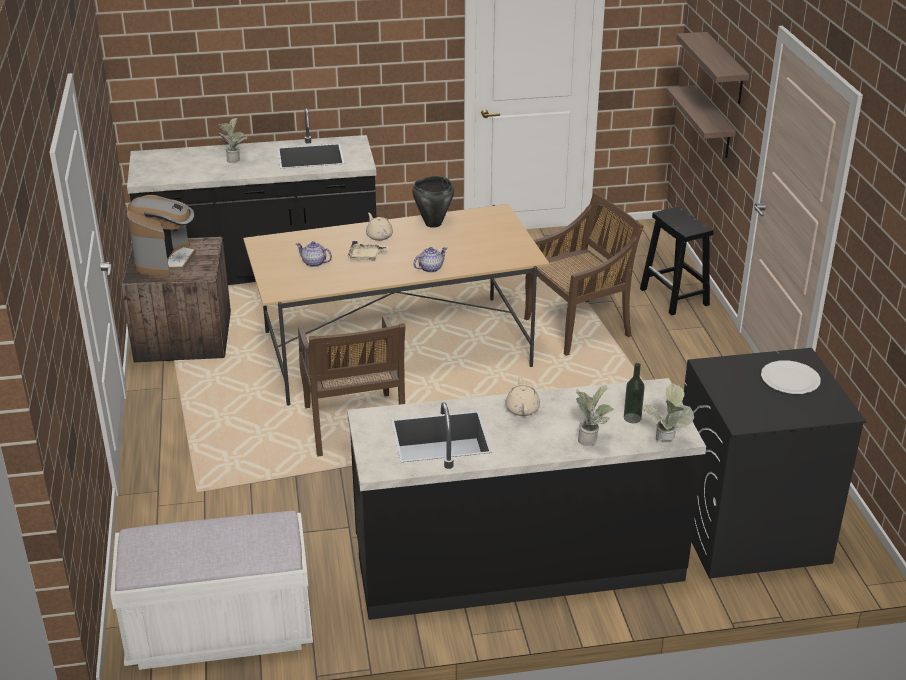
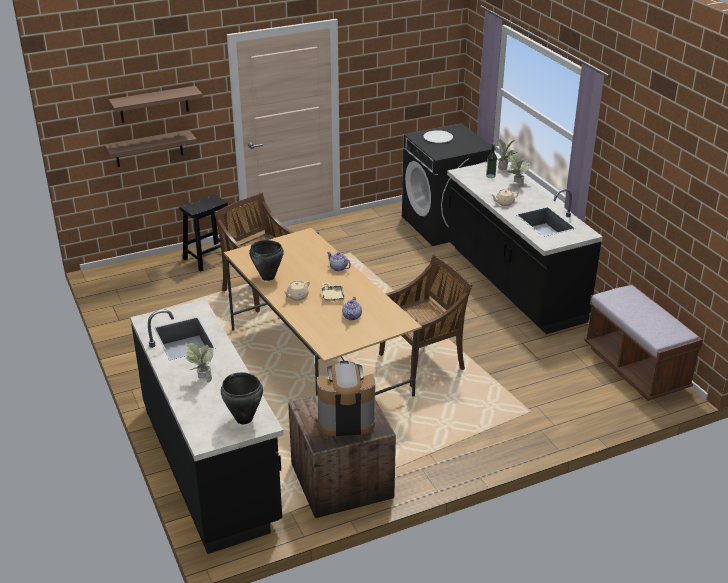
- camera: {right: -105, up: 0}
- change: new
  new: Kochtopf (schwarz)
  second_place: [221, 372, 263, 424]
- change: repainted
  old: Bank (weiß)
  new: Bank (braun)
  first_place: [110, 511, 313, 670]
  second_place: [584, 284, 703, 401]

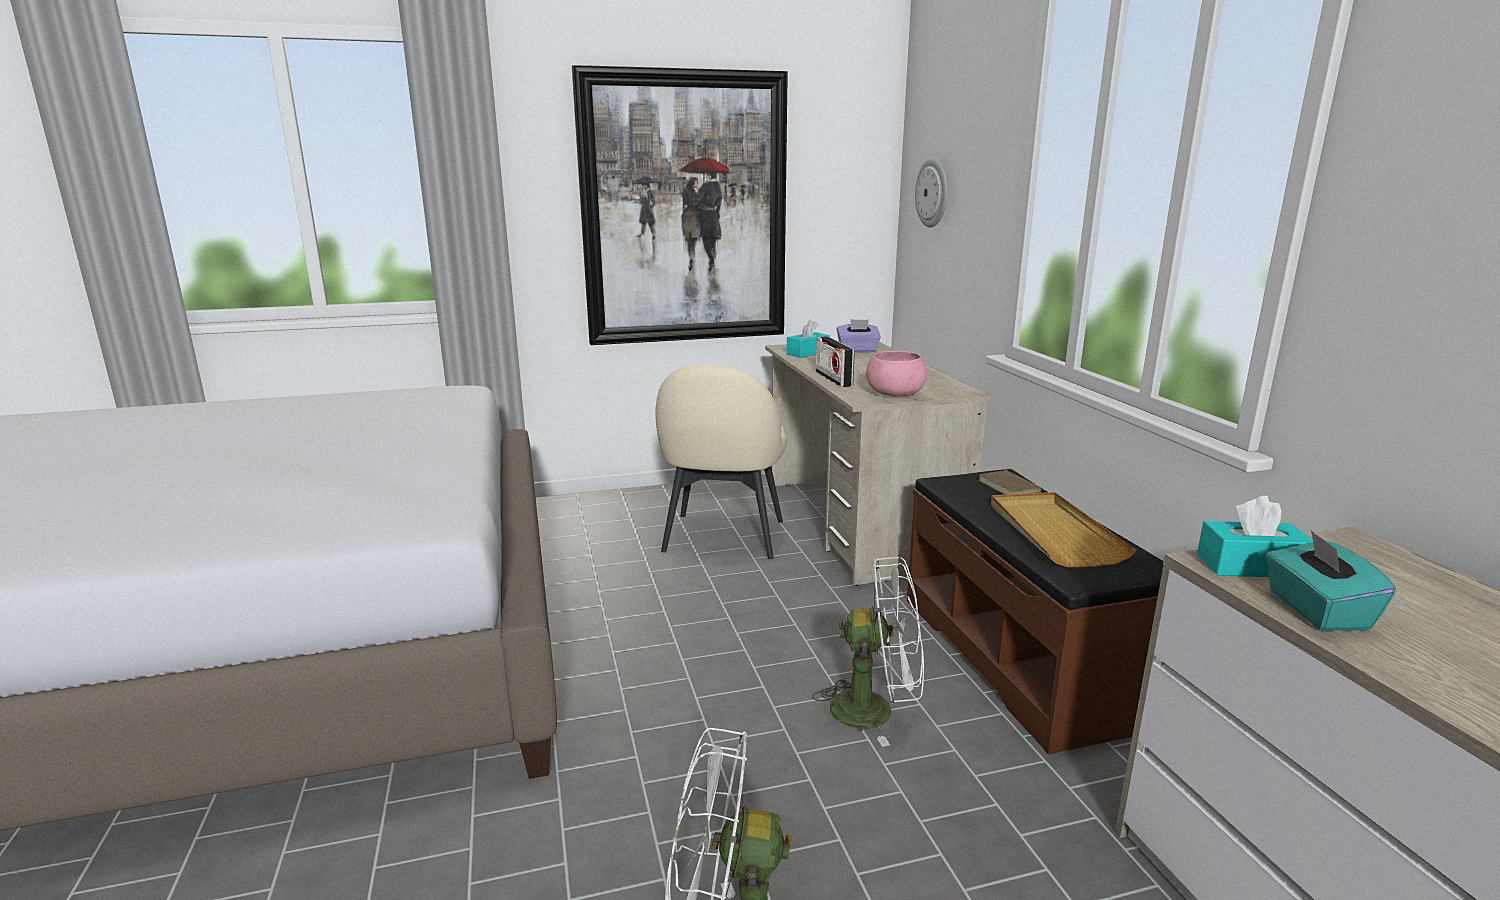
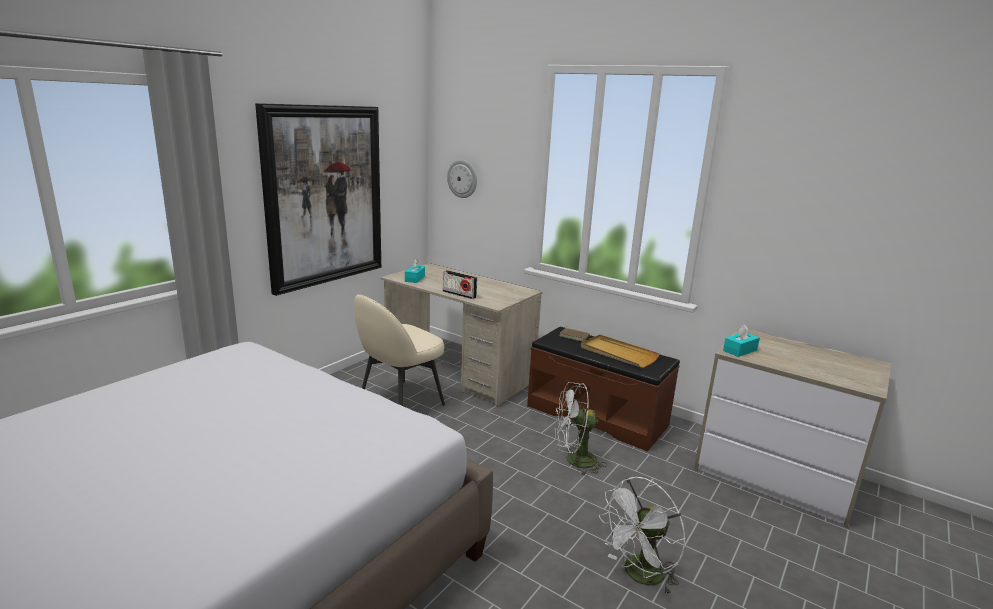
- camera: {right: -40, up: 0}
- change: rotated
  old: Stuhl (beige)
  first_place: [655, 365, 787, 559]
  second_place: [354, 294, 445, 406]
  degrees: 75
- change: rotated
  old: Ventilator (weiß)
  first_place: [812, 557, 924, 747]
  second_place: [554, 382, 607, 475]
  degrees: -150
- change: gone
  old: Taschentuchbox (lila)
  first_place: [837, 319, 881, 352]
- change: gone
  old: Schüssel (rosa)
  first_place: [866, 351, 927, 397]
- change: gone
  old: Taschentuchbox (türkis)
  first_place: [1266, 530, 1396, 631]

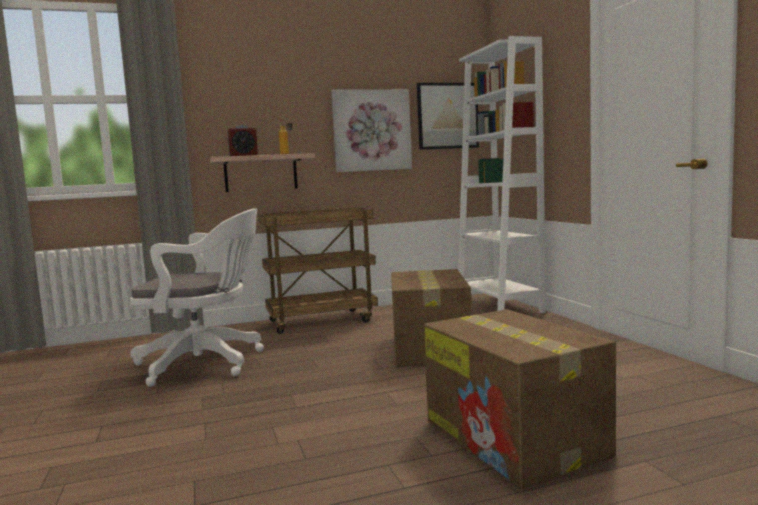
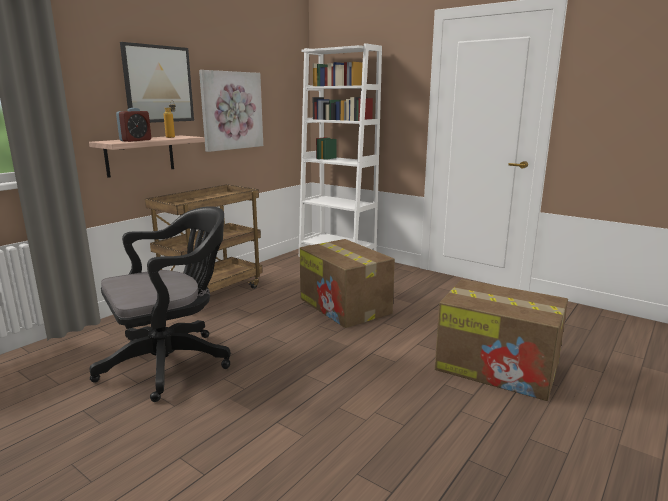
- camera: {right: -35, up: 10}
- change: repainted
  old: Bürostuhl (weiß)
  new: Bürostuhl (schwarz)
  first_place: [130, 209, 264, 387]
  second_place: [90, 206, 231, 402]
- change: shifted
  old: Bild
  first_place: [417, 83, 479, 150]
  second_place: [120, 42, 194, 123]

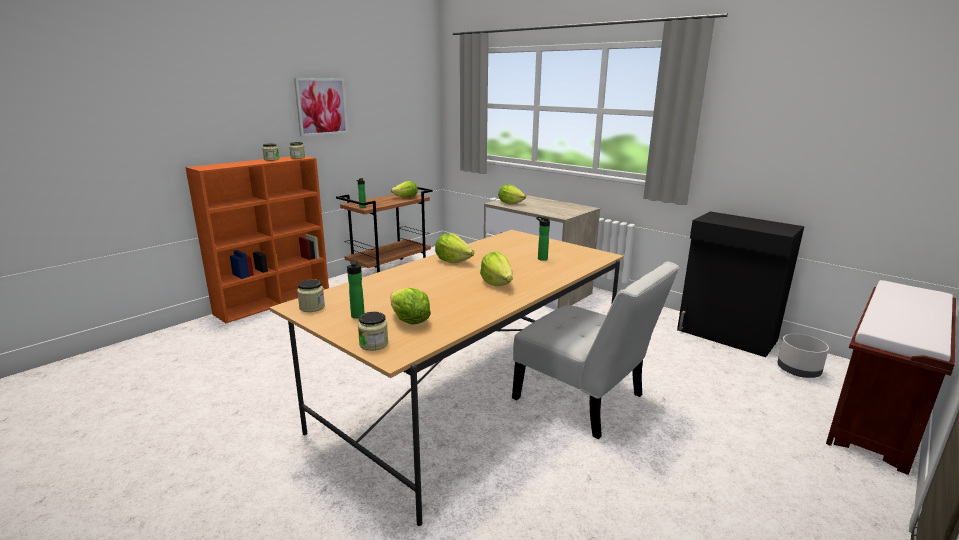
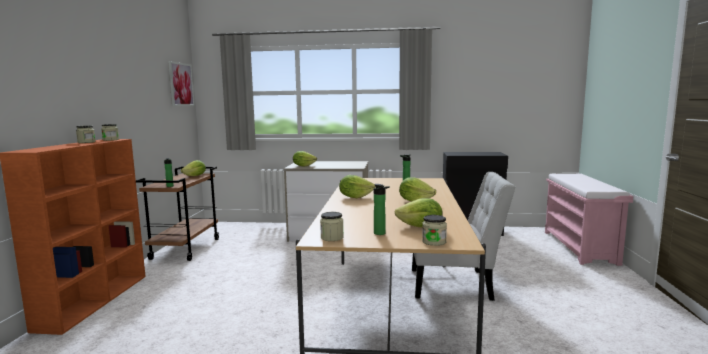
- camera: {right: -35, up: -10}
- change: shifted
  old: Bild
  first_place: [294, 78, 348, 137]
  second_place: [168, 61, 195, 106]
- change: repainted
  old: Bank (braun)
  new: Bank (rosa)
  first_place: [826, 280, 956, 475]
  second_place: [545, 174, 633, 266]
- change: gone
  old: Pflanzkübel (grau)
  first_place: [777, 334, 829, 378]

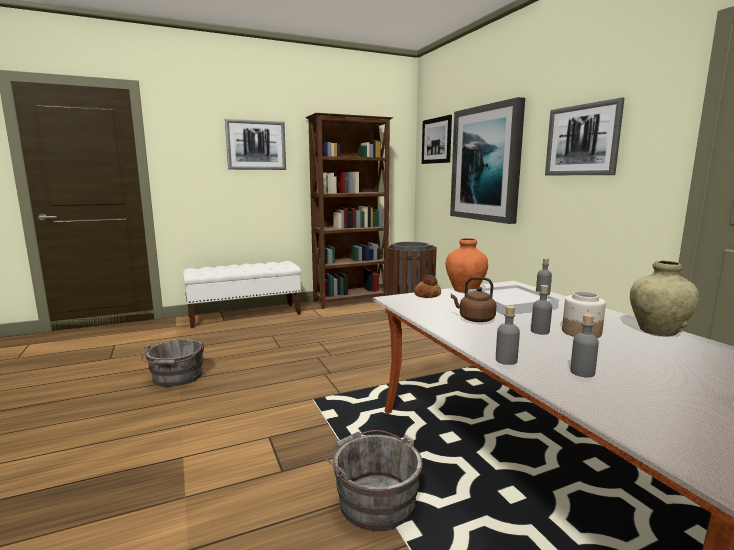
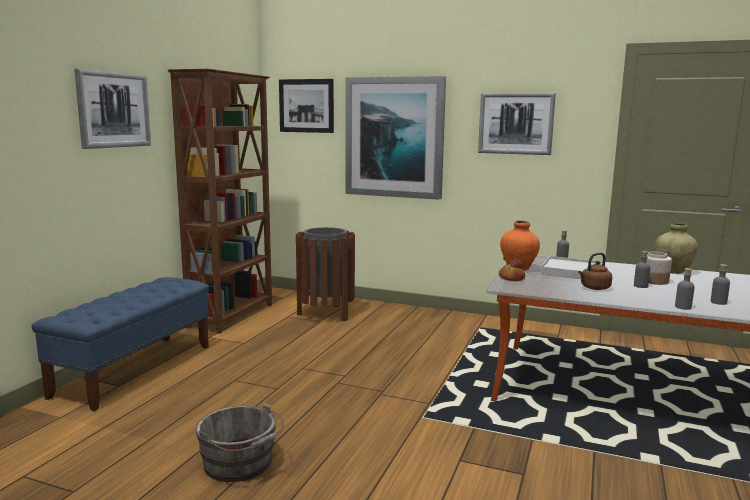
- camera: {right: -45, up: 0}
- change: repainted
  old: Bank (weiß)
  new: Bank (blau)
  first_place: [183, 261, 301, 328]
  second_place: [32, 277, 209, 411]
- change: gone
  old: Eimer (grau)
  first_place: [325, 430, 423, 531]

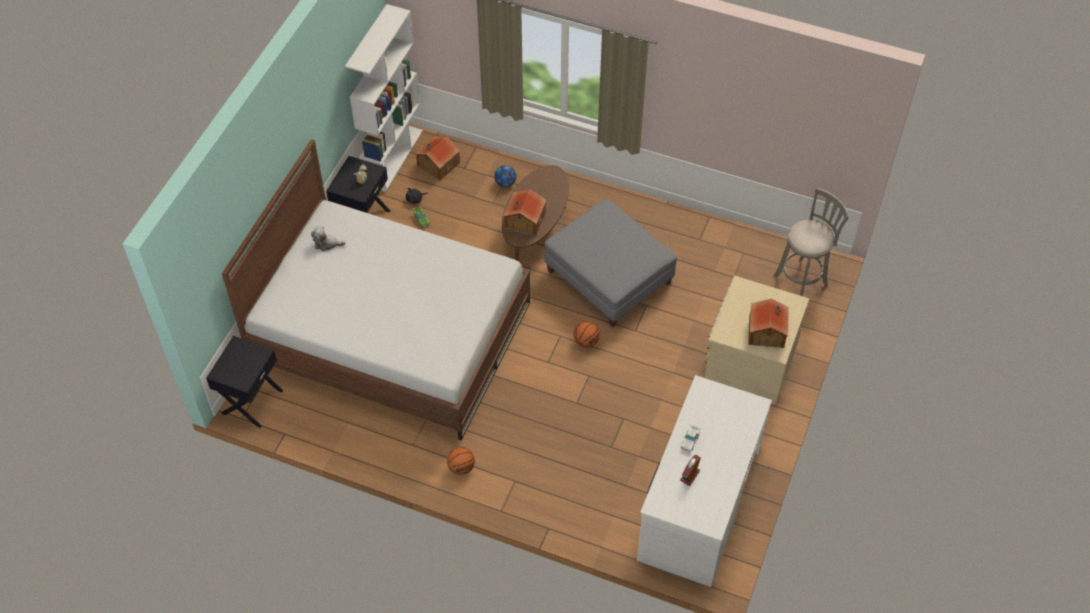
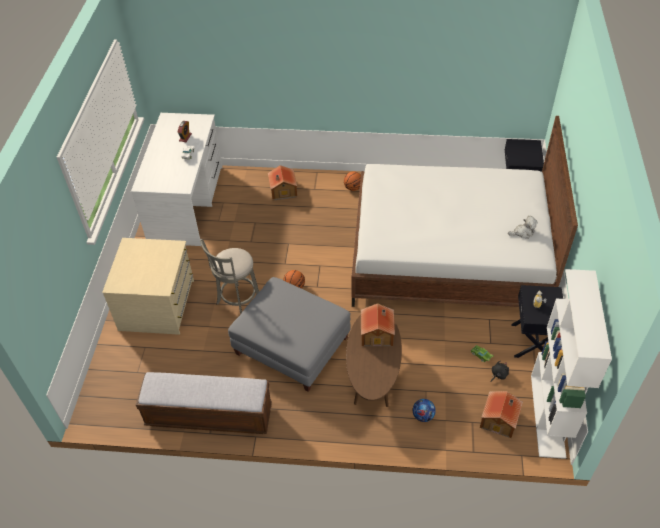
- camera: {right: 165, up: -5}
- change: new
  new: Bank
  second_place: [136, 372, 272, 434]
- change: shifted
  old: Hocker (grau)
  first_place: [773, 188, 849, 296]
  second_place: [200, 239, 259, 315]
- change: shifted
  old: Spielzeughaus
  first_place: [748, 299, 789, 348]
  second_place: [268, 165, 297, 201]

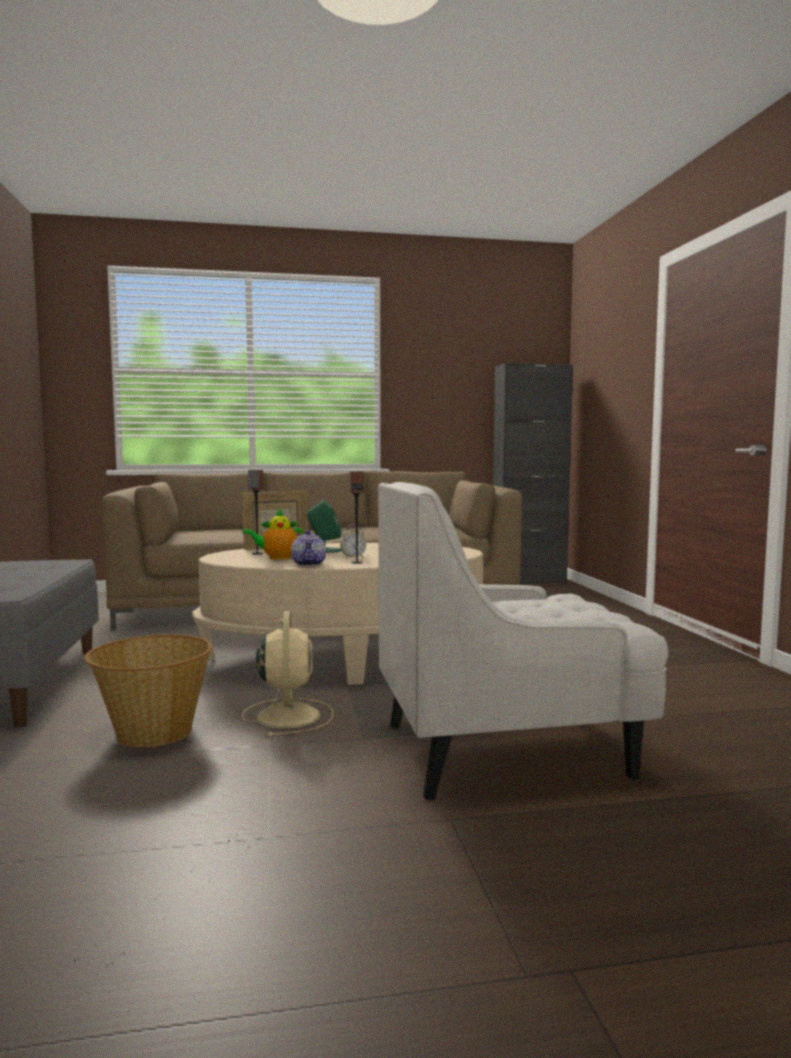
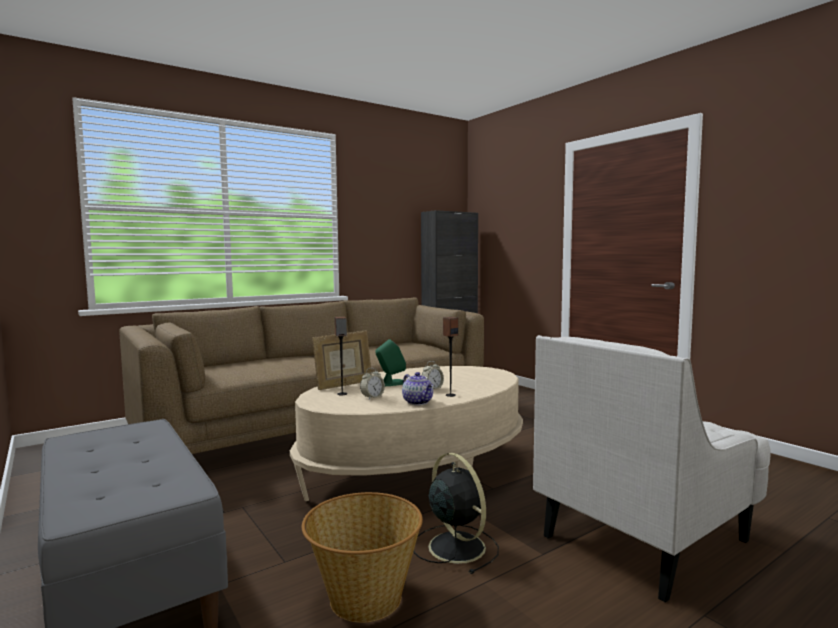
- camera: {right: -25, up: 0}
- change: swapped
  old: Teekanne
  new: Wecker
  first_place: [243, 509, 304, 560]
  second_place: [360, 368, 385, 399]
- change: repainted
  old: Ventilator (beige)
  new: Ventilator (schwarz)
  first_place: [242, 611, 333, 737]
  second_place: [413, 453, 499, 574]

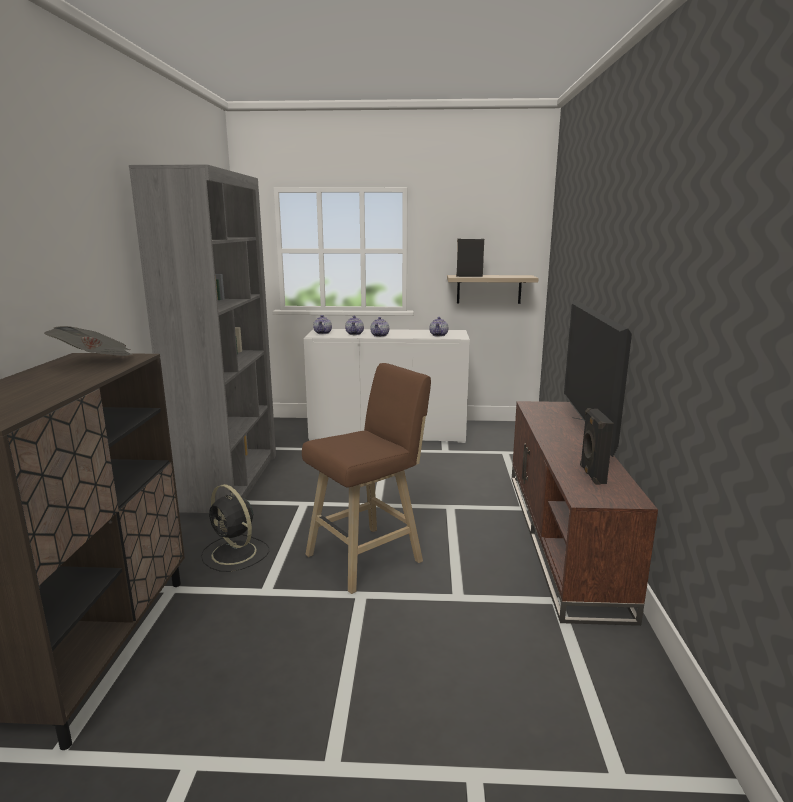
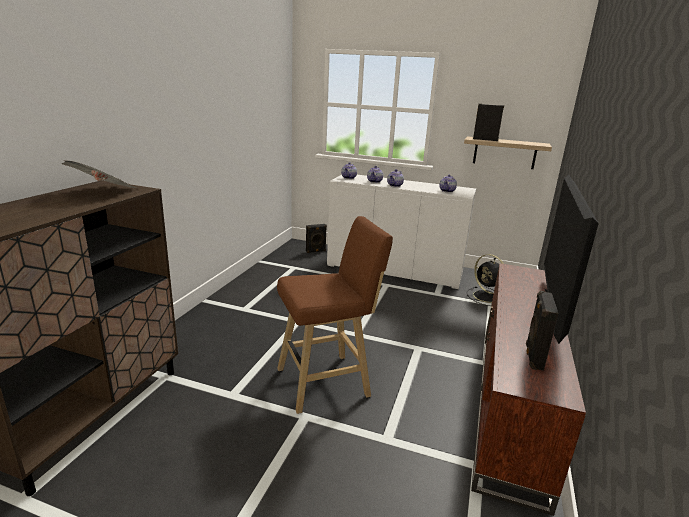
- camera: {right: 15, up: 5}
- change: new
  new: Lautsprecher (schwarz)
  second_place: [306, 224, 327, 253]
- change: shifted
  old: Ventilator (schwarz)
  first_place: [201, 484, 269, 572]
  second_place: [467, 254, 504, 306]
- change: gone
  old: Bücherregal (grau)
  first_place: [129, 164, 276, 513]

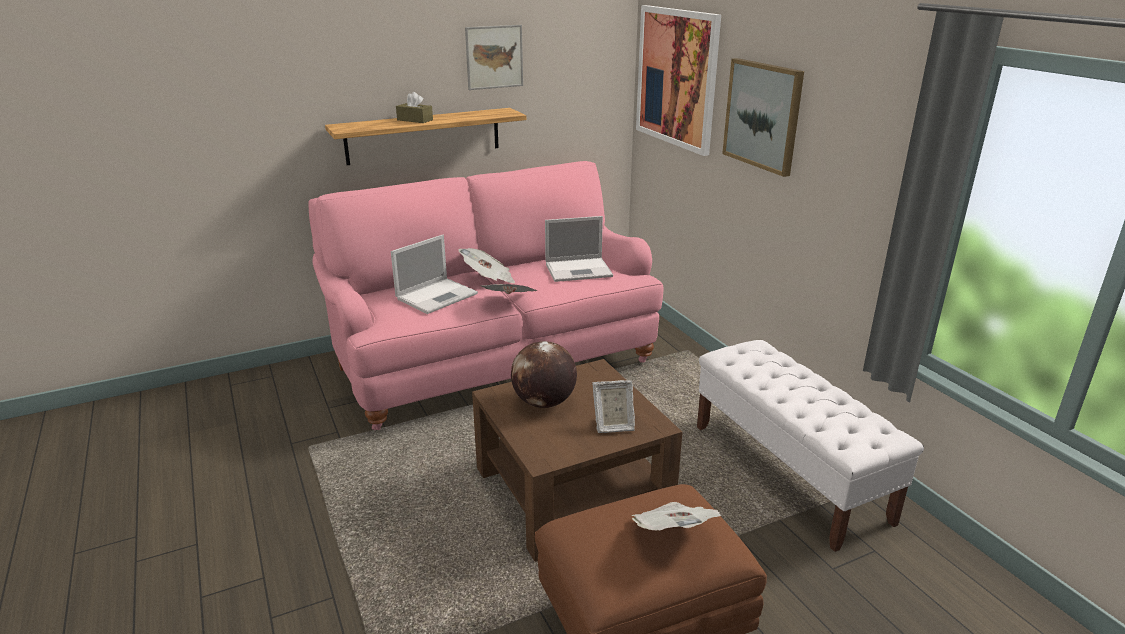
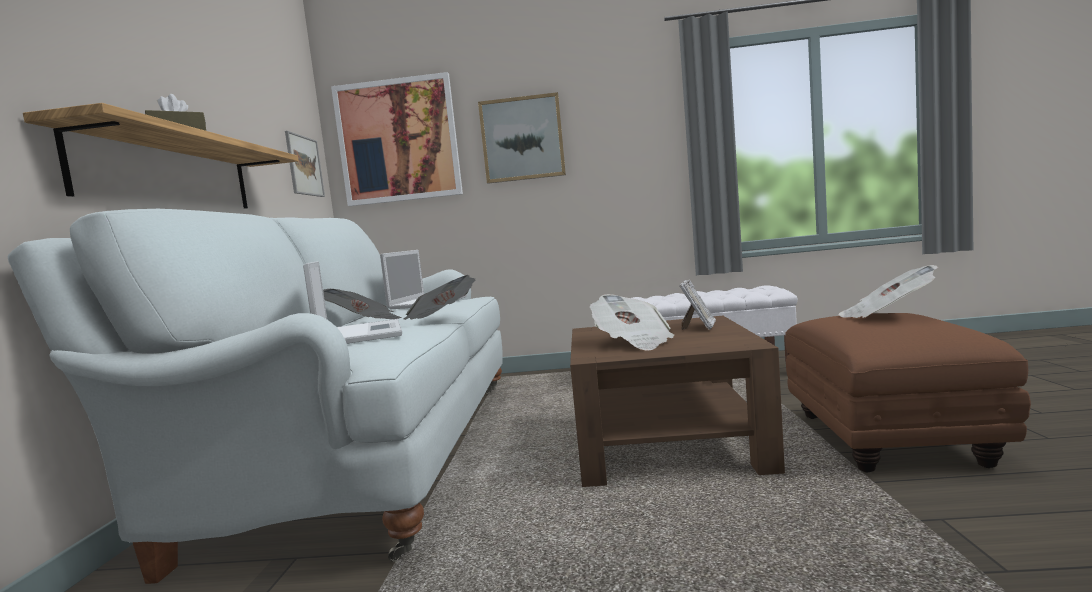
- camera: {right: -60, up: -20}
- change: repainted
  old: Sofa (rosa)
  new: Sofa (weiß)
  first_place: [308, 161, 663, 430]
  second_place: [7, 209, 503, 584]
- change: shifted
  old: Bild
  first_place: [465, 25, 523, 90]
  second_place: [285, 131, 325, 197]
- change: swapped
  old: Globus
  new: Zeitung
  first_place: [511, 341, 577, 408]
  second_place: [590, 294, 675, 351]

